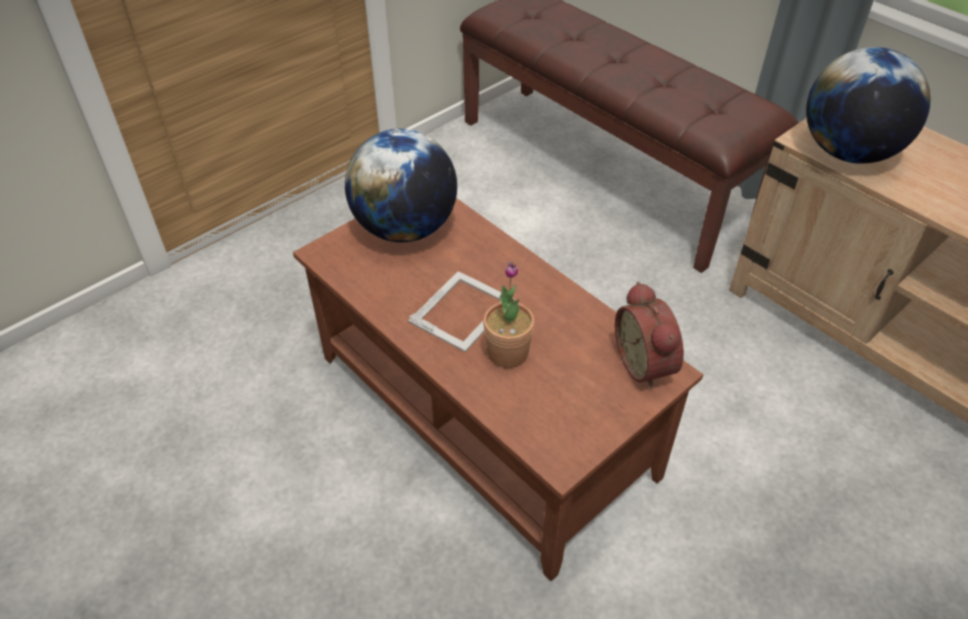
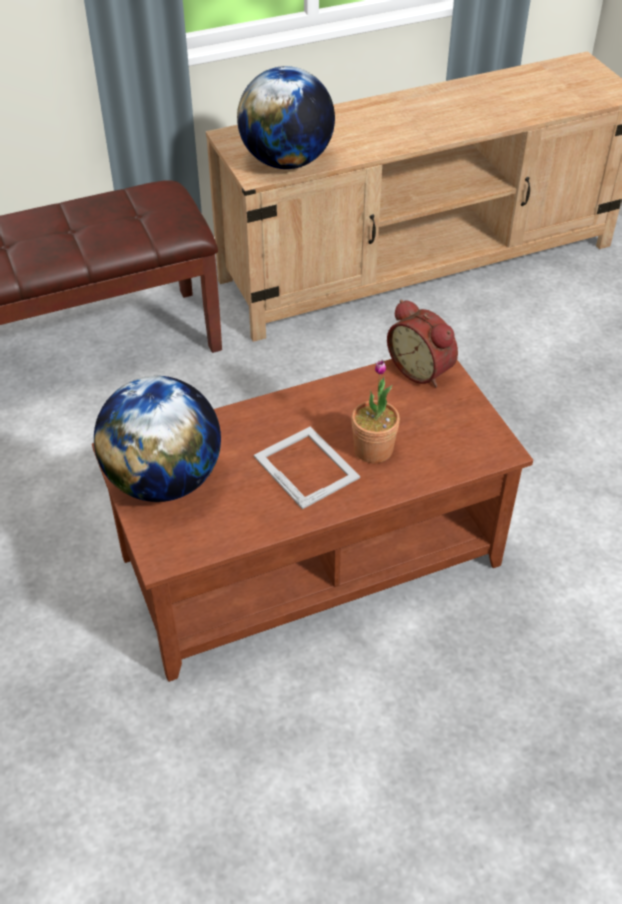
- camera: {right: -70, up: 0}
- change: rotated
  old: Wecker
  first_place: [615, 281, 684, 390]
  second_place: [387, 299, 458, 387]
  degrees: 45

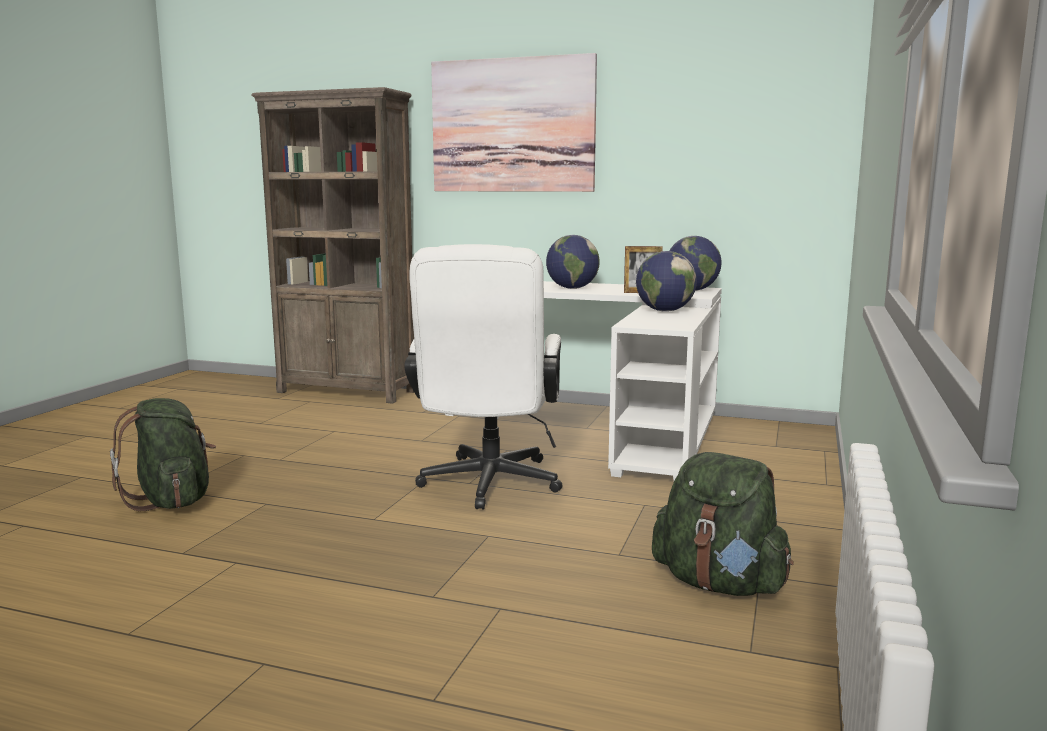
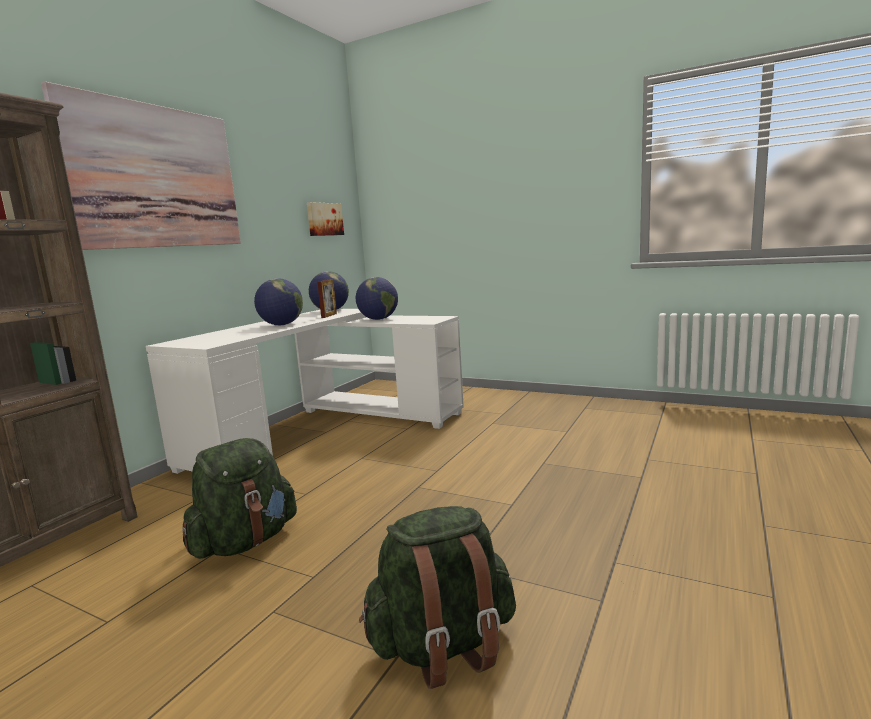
- camera: {right: -80, up: 0}
- change: shifted
  old: Rucksack (grün)
  first_place: [652, 452, 794, 596]
  second_place: [182, 438, 297, 559]
- change: new
  new: Bild
  second_place: [307, 202, 344, 236]
- change: gone
  old: Bürostuhl (weiß)
  first_place: [404, 244, 563, 509]

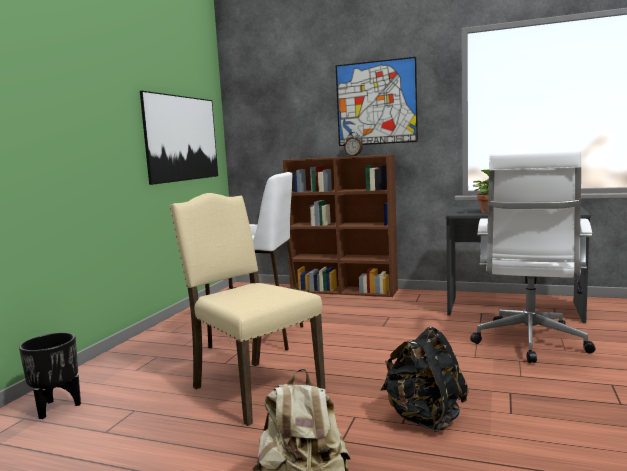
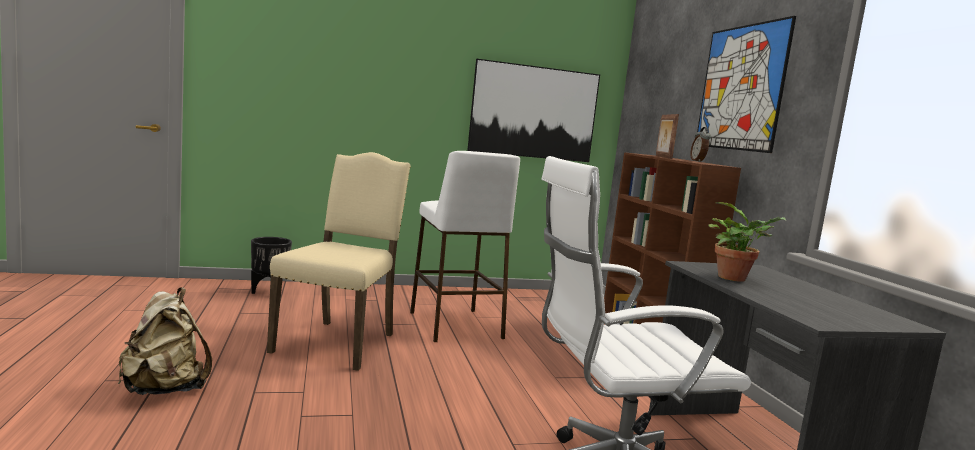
- camera: {right: 55, up: 0}
- change: new
  new: Bilderrahmen
  second_place: [656, 114, 679, 159]
- change: gone
  old: Rucksack (schwarz)
  first_place: [381, 326, 469, 433]

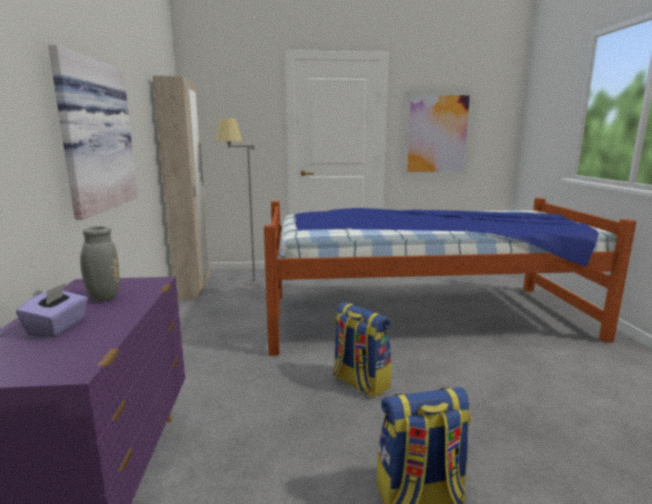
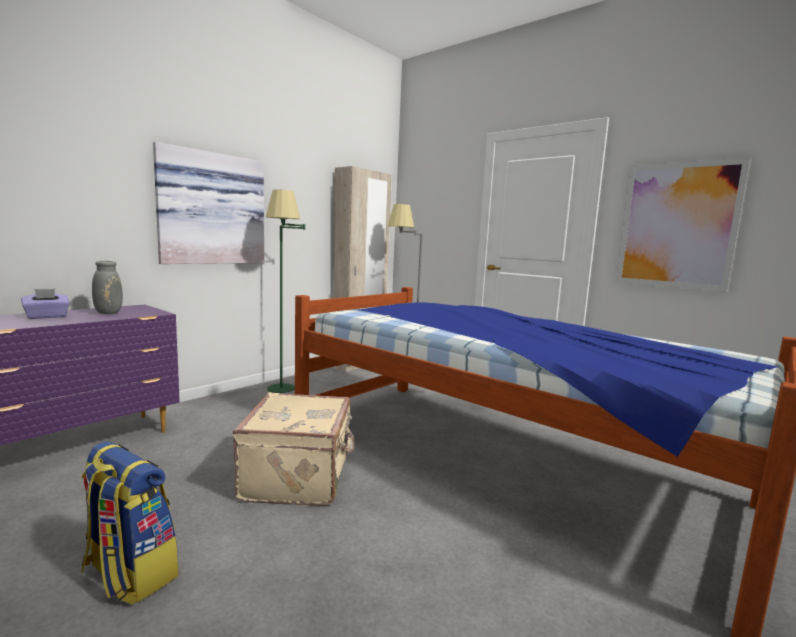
- camera: {right: 45, up: -5}
- change: swapped
  old: Rucksack
  new: Koffer (beige)
  first_place: [333, 302, 392, 398]
  second_place: [233, 392, 354, 506]
- change: new
  new: Stehlampe (grün)
  second_place: [266, 189, 305, 393]

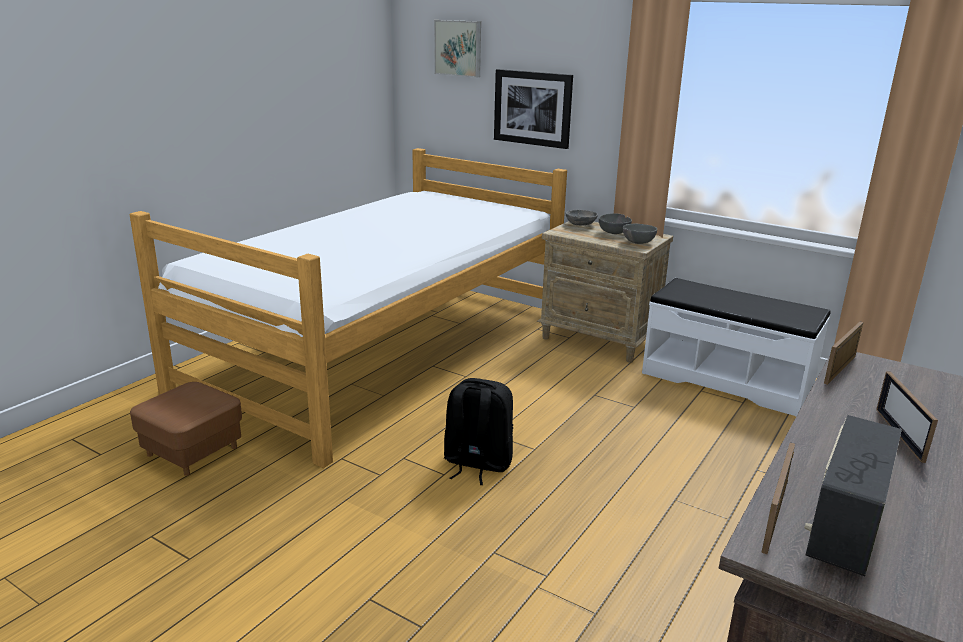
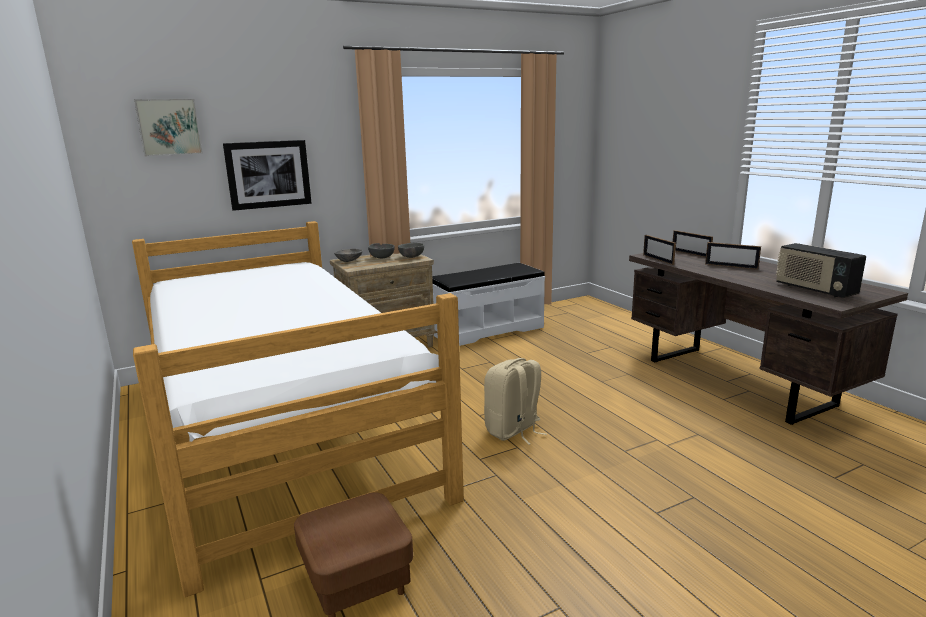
- camera: {right: -60, up: -5}
- change: repainted
  old: Rucksack (schwarz)
  new: Rucksack (beige)
  first_place: [444, 378, 513, 485]
  second_place: [484, 358, 547, 445]
- change: shifted
  old: Bilderrahmen
  first_place: [762, 442, 795, 554]
  second_place: [673, 230, 713, 257]

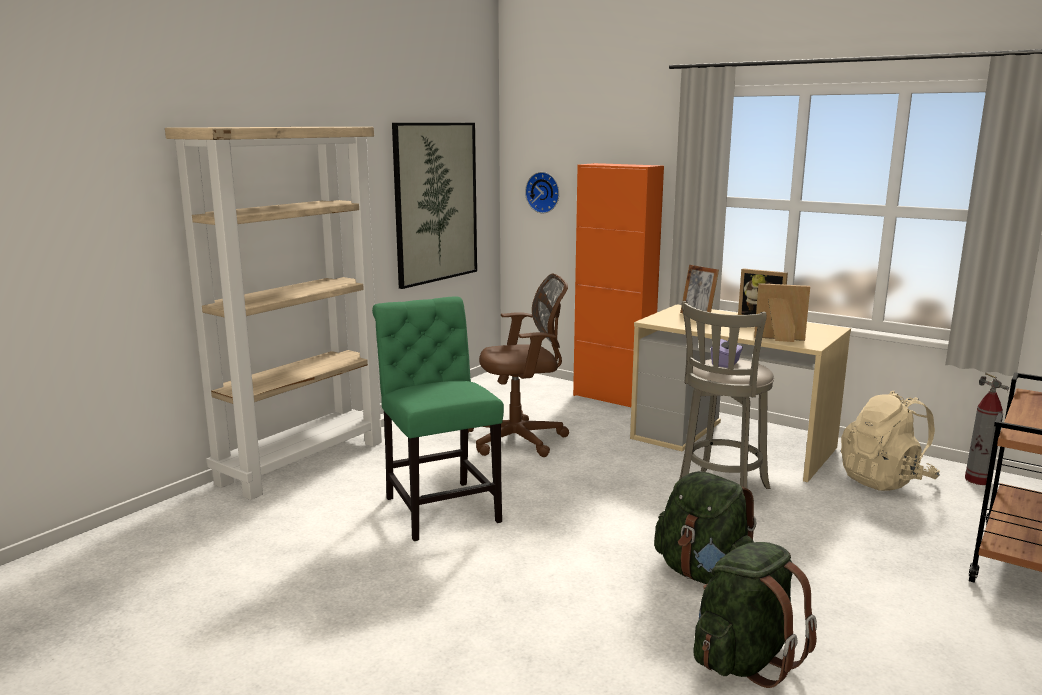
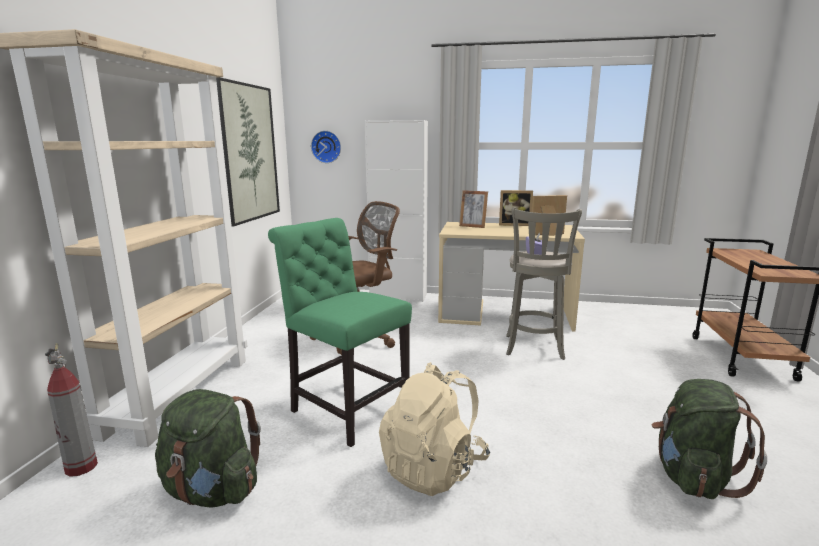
- camera: {right: -25, up: 0}
- change: shifted
  old: Feuerlöscher
  first_place: [965, 373, 1009, 485]
  second_place: [45, 343, 98, 477]
- change: shifted
  old: Rucksack (grün)
  first_place: [654, 471, 757, 584]
  second_place: [155, 389, 261, 508]
- change: repainted
  old: Schrank (orange)
  new: Schrank (weiß)
  first_place: [573, 163, 664, 407]
  second_place: [365, 120, 428, 302]
- change: shifted
  old: Rucksack (beige)
  first_place: [841, 391, 940, 491]
  second_place: [379, 362, 490, 496]

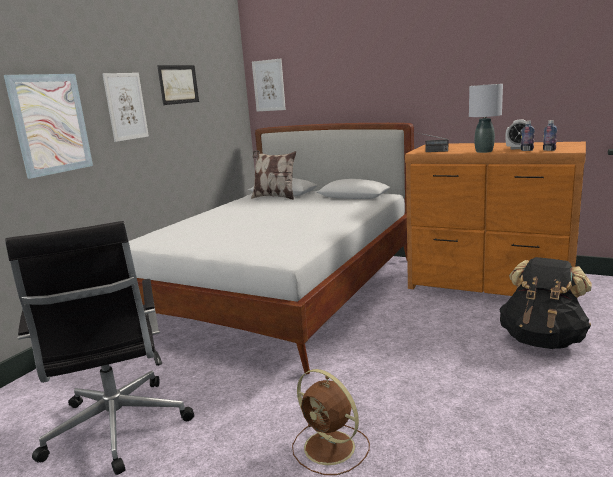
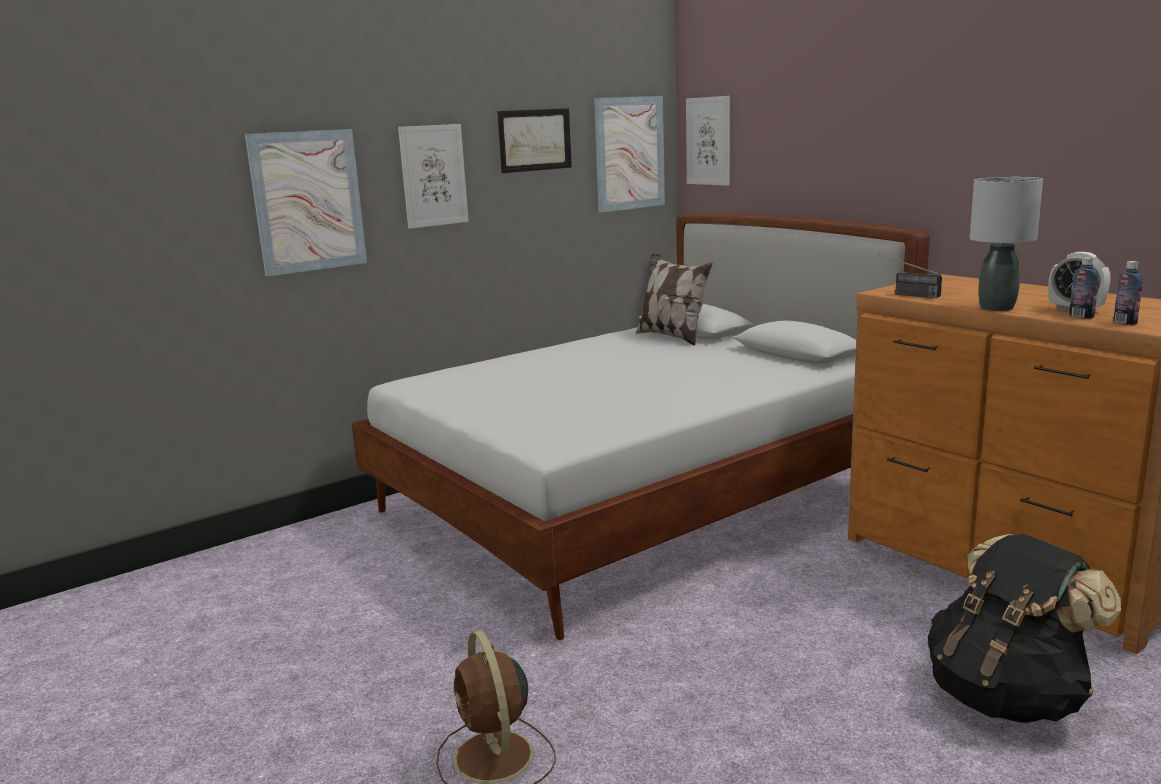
- camera: {right: 25, up: 0}
- change: new
  new: Bild
  second_place: [594, 96, 665, 213]
- change: gone
  old: Bürostuhl (schwarz)
  first_place: [5, 221, 194, 475]

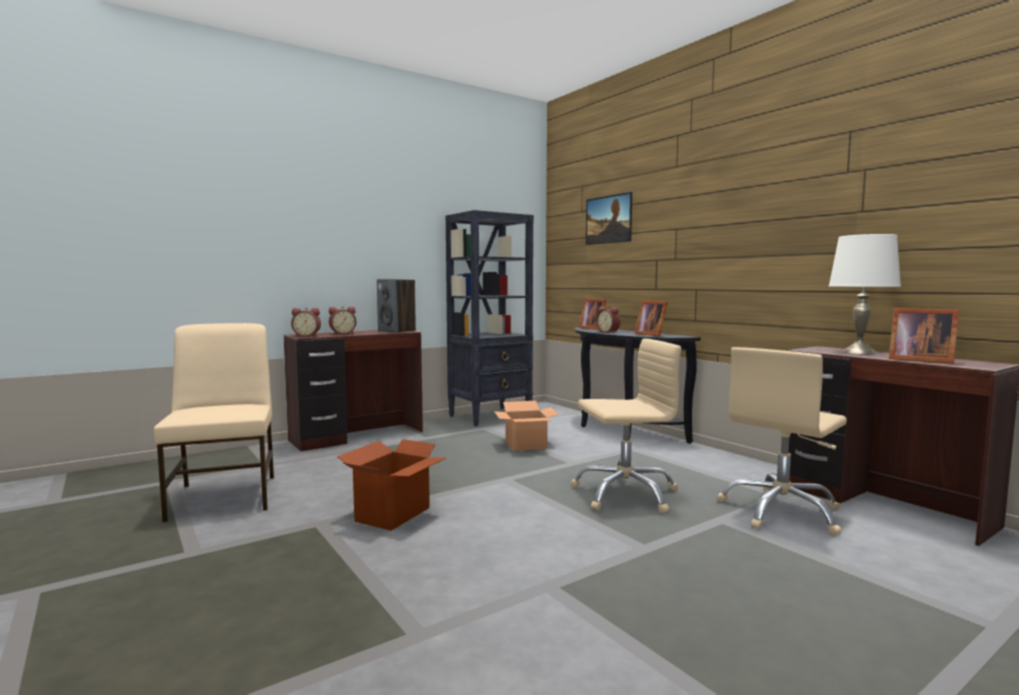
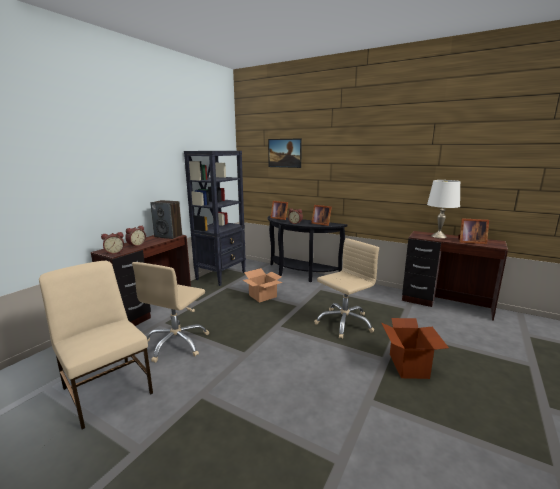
- camera: {right: -25, up: 10}
- change: shifted
  old: Bürostuhl (beige)
  first_place: [717, 347, 847, 535]
  second_place: [132, 262, 209, 363]
- change: shifted
  old: Karton
  first_place: [337, 439, 446, 531]
  second_place: [381, 318, 449, 379]

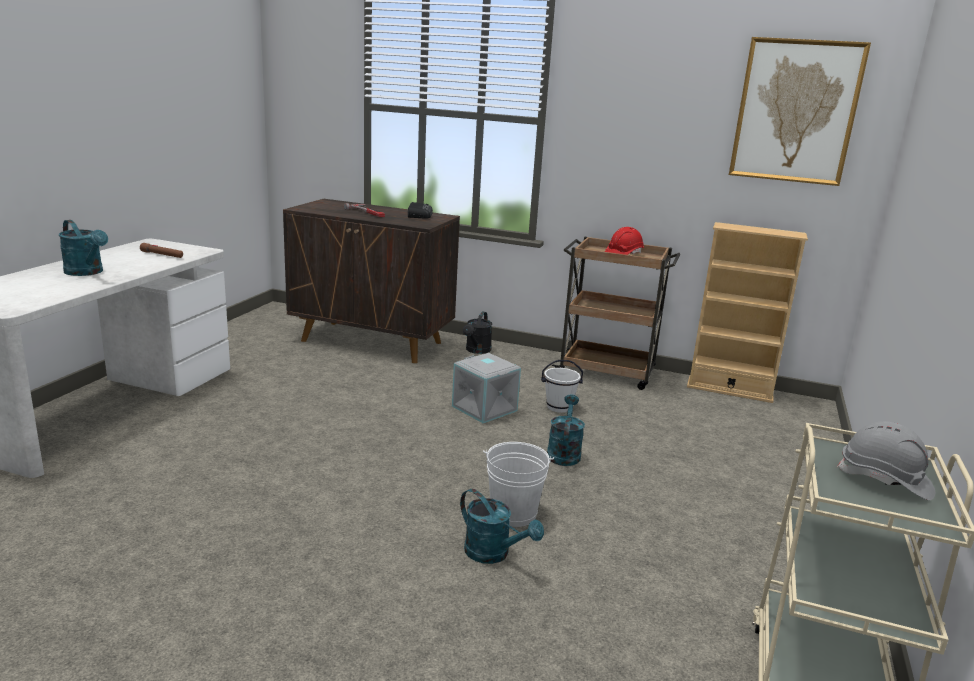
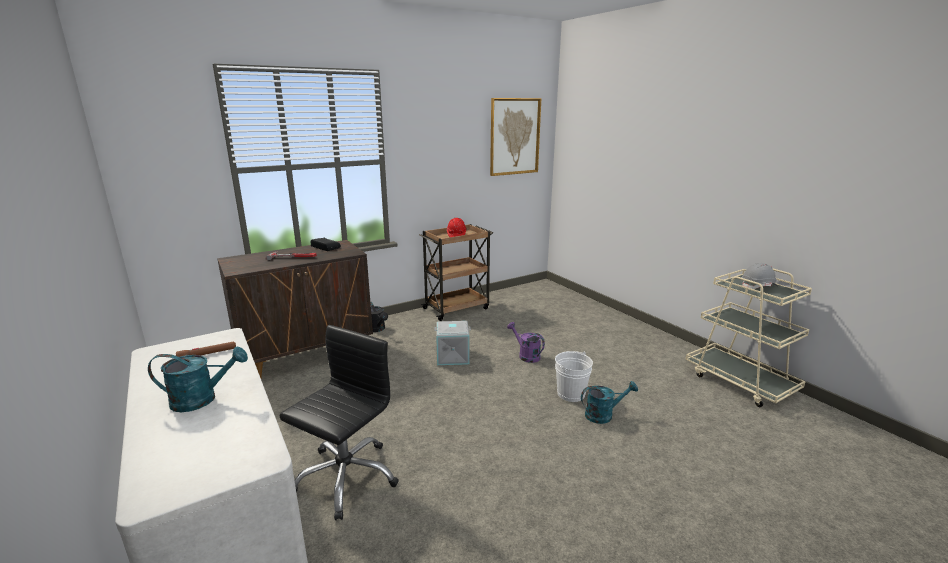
- camera: {right: -50, up: 0}
- change: new
  new: Bürostuhl (schwarz)
  second_place: [279, 325, 399, 520]
- change: repainted
  old: Gießkanne (türkis)
  new: Gießkanne (lila)
  first_place: [547, 395, 585, 466]
  second_place: [507, 322, 545, 363]
- change: gone
  old: Eimer (weiß)
  first_place: [541, 360, 583, 413]
- change: gone
  old: Bücherregal (beige)
  first_place: [687, 222, 808, 403]

